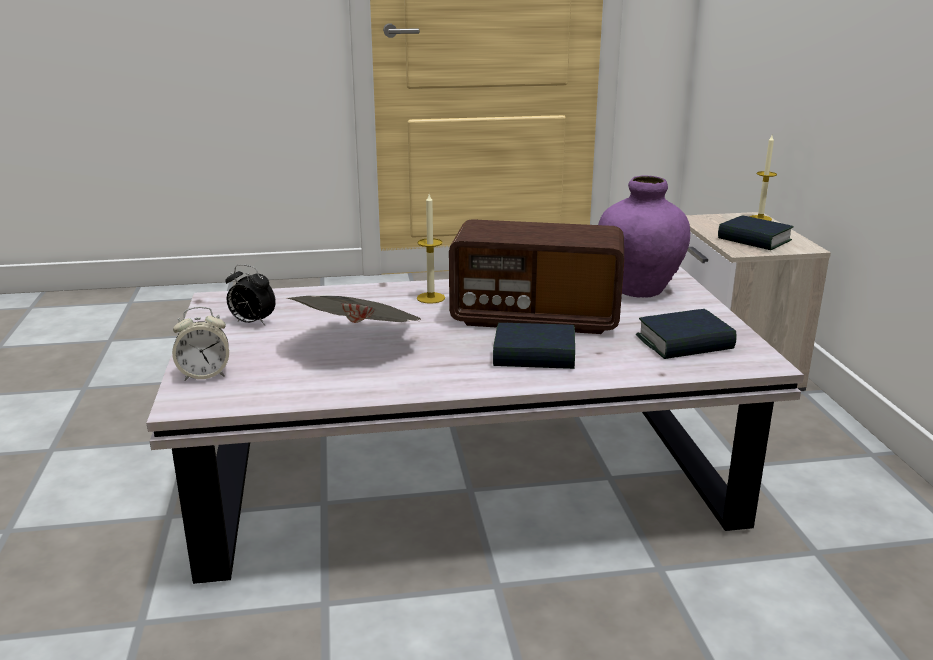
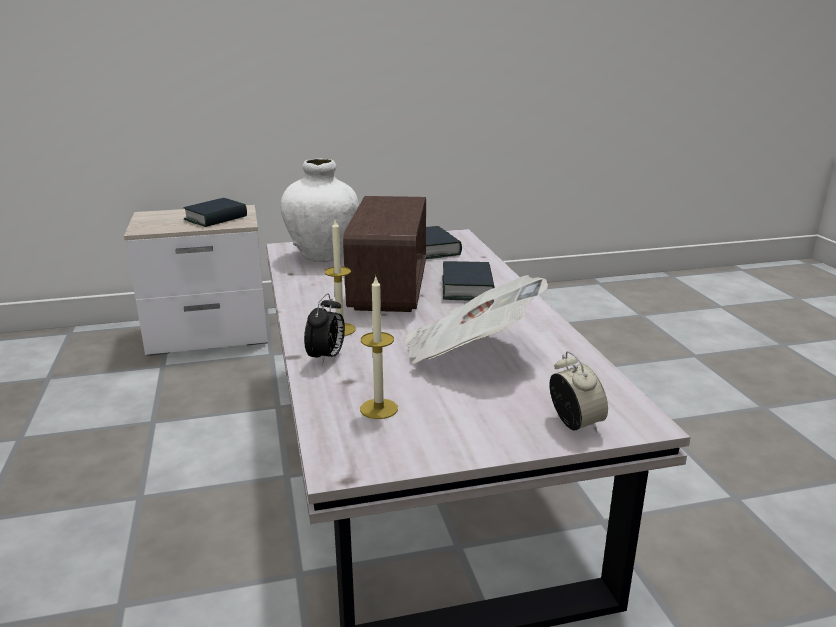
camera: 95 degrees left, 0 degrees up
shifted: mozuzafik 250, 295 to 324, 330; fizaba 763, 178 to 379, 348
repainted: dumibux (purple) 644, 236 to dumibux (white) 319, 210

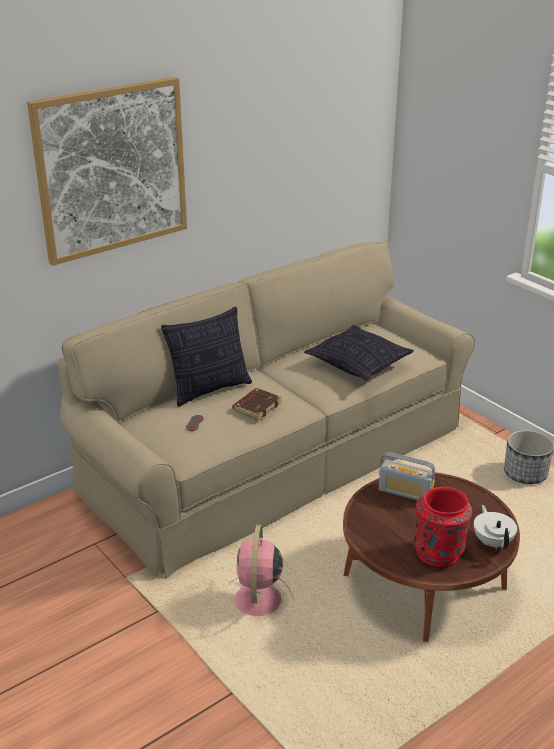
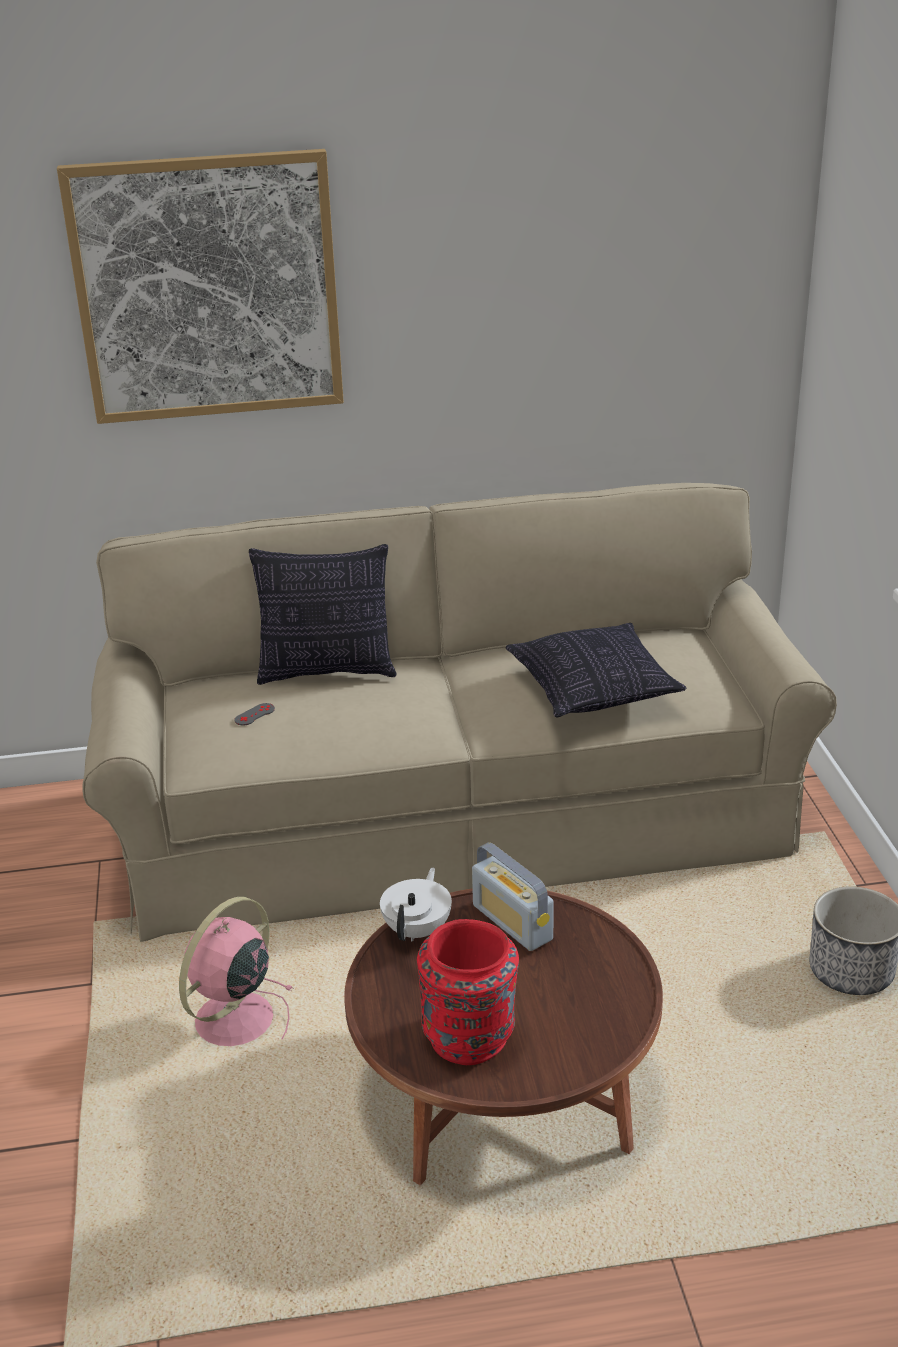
camera: 30 degrees right, 0 degrees up
gone: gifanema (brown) 257, 404
shifted: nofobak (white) 495, 527 to 416, 905

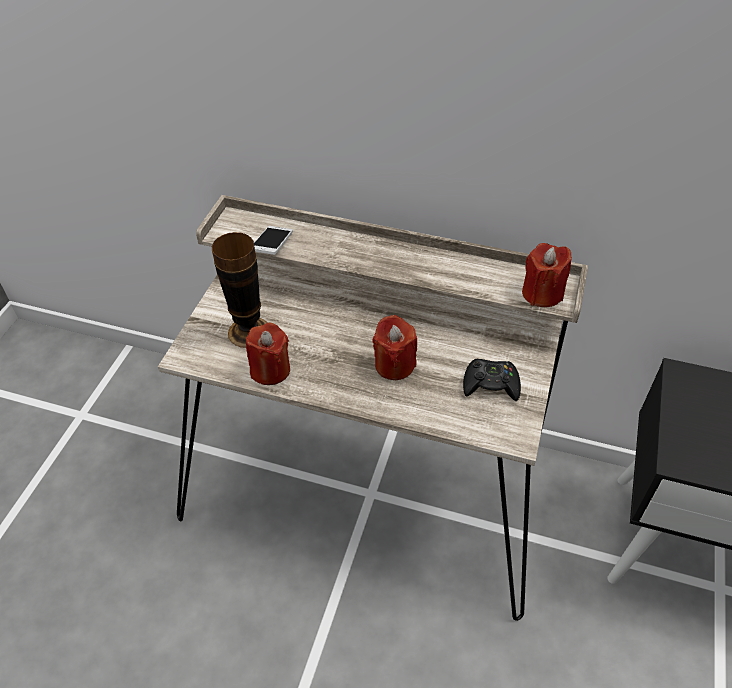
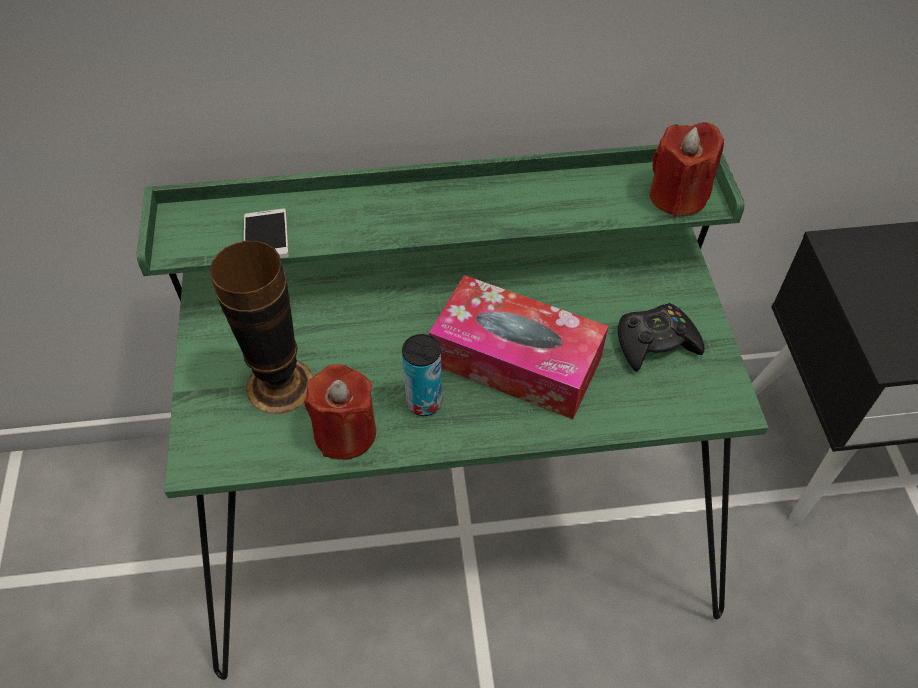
camera: 25 degrees left, 5 degrees up
new: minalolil 422, 375
swapped: fizaba (red) 394, 347 to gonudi 518, 347
repainted: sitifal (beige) 373, 408 to sitifal (green) 452, 412

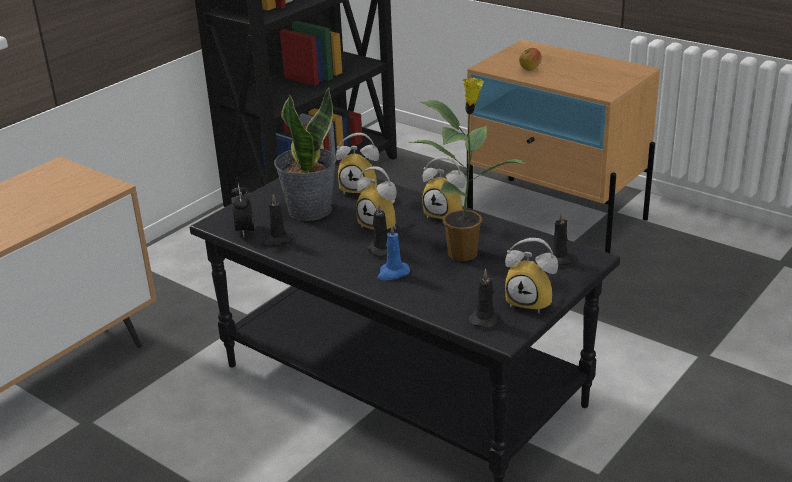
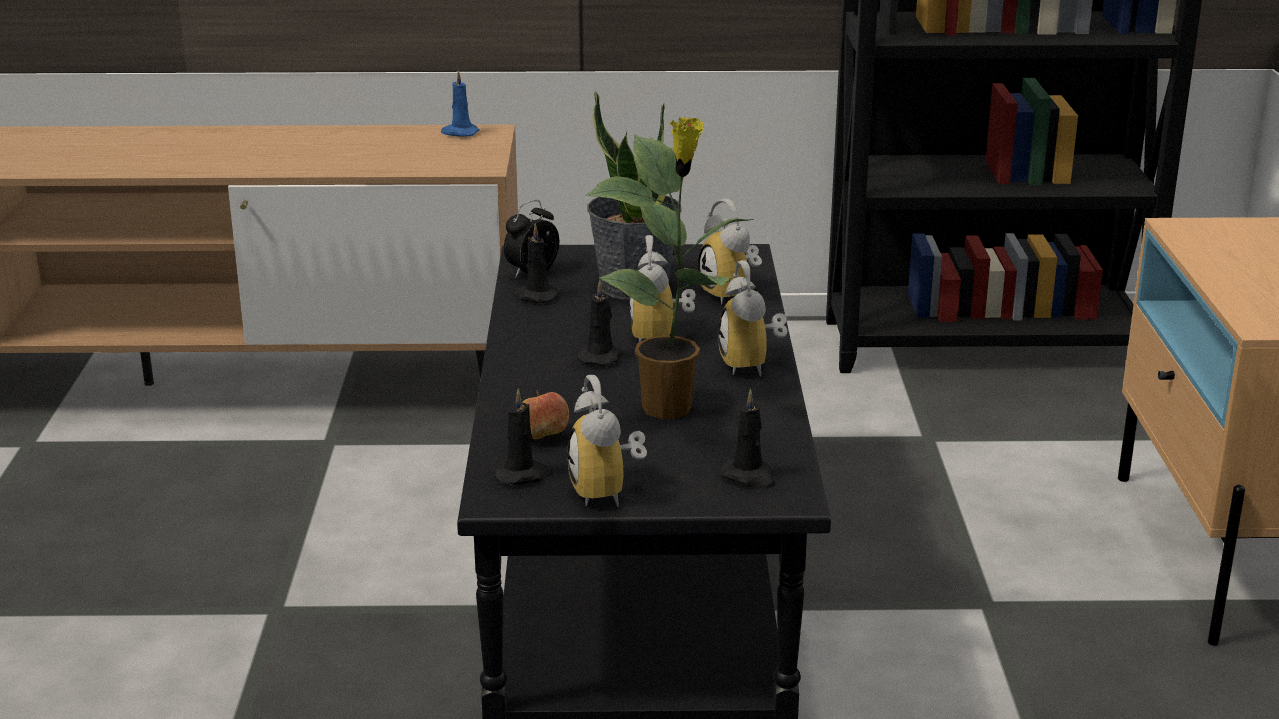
camera: 50 degrees right, 5 degrees down
shifted: fizaba (blue) 394, 252 to 460, 103; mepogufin 530, 59 to 546, 415

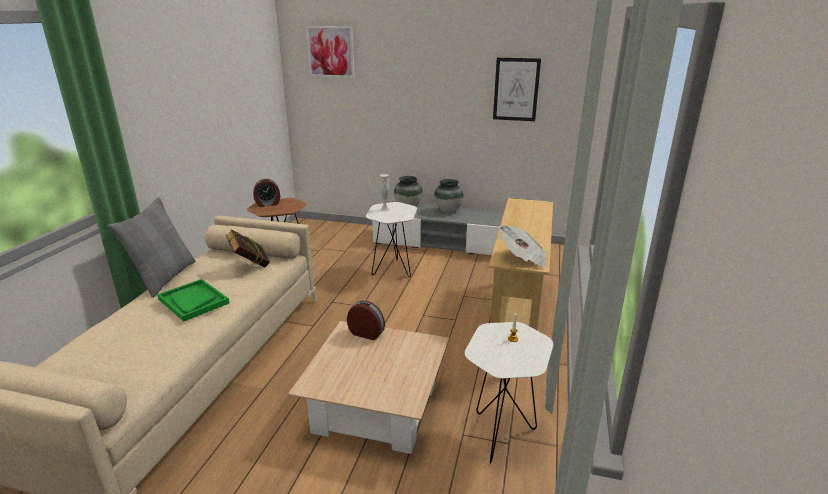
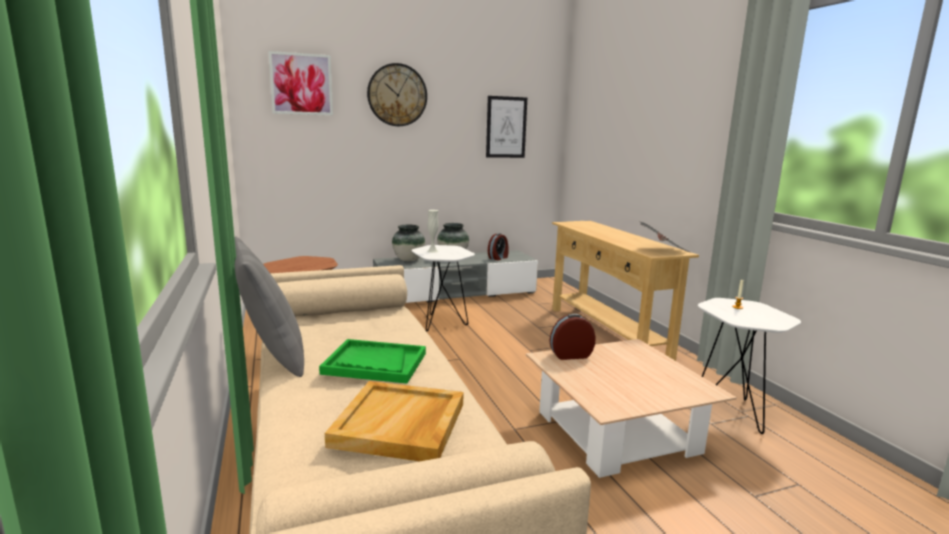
camera: 35 degrees left, 10 degrees down
gone: gifanema 248, 248
new: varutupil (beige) 394, 421; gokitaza 397, 94
shifted: mozuzafik 266, 193 to 498, 246

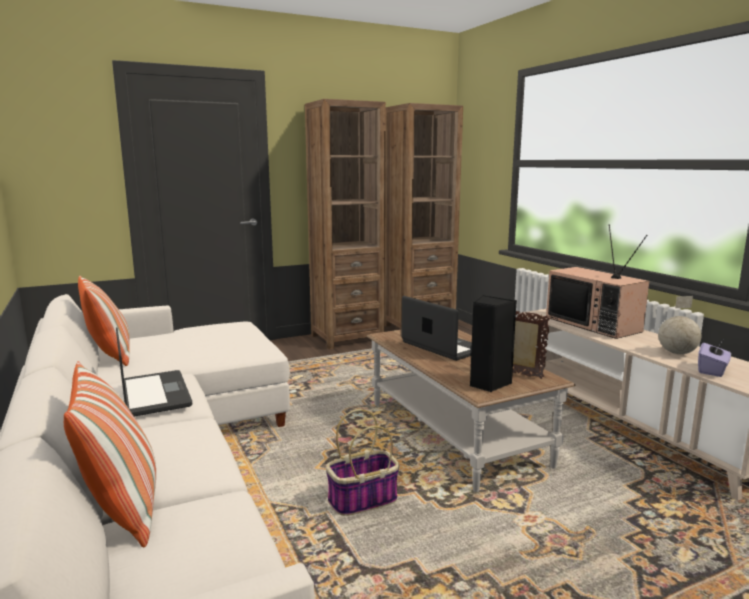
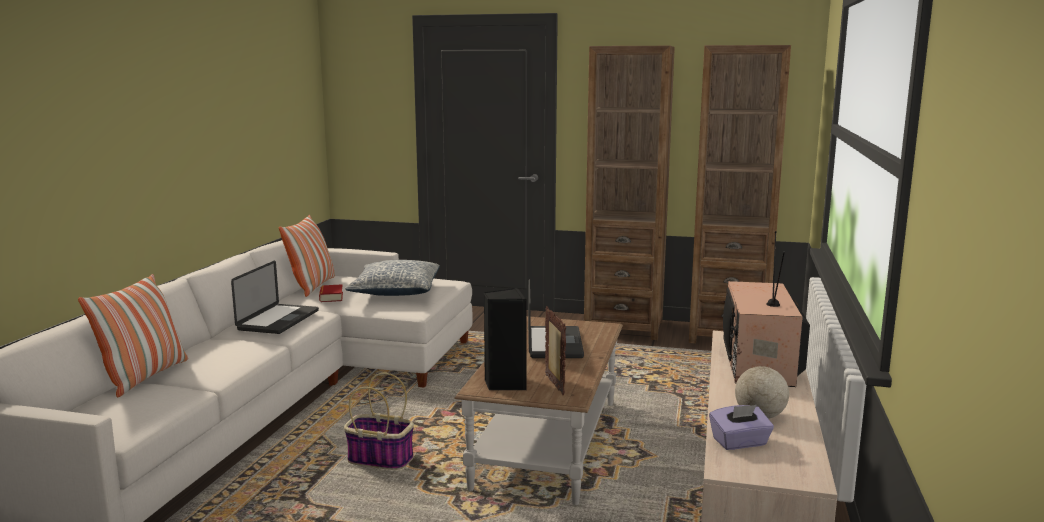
camera: 40 degrees right, 0 degrees up
new: gifanema 331, 293; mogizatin 392, 278

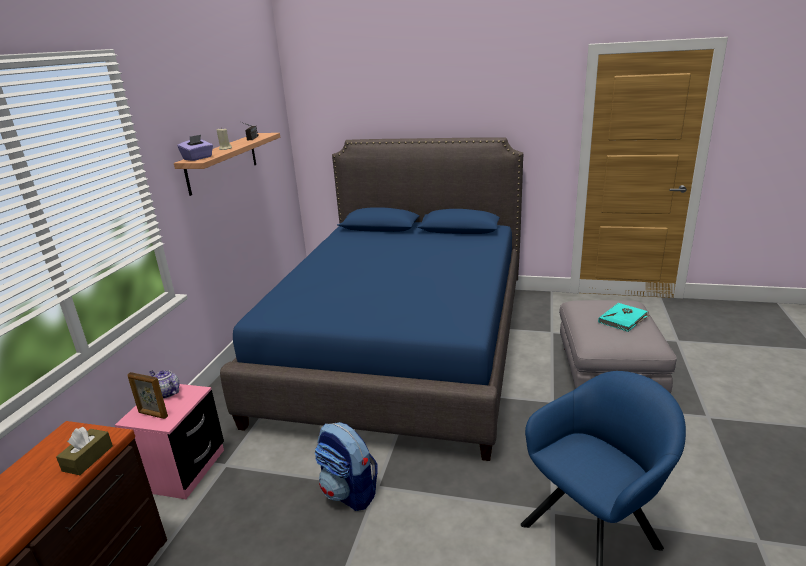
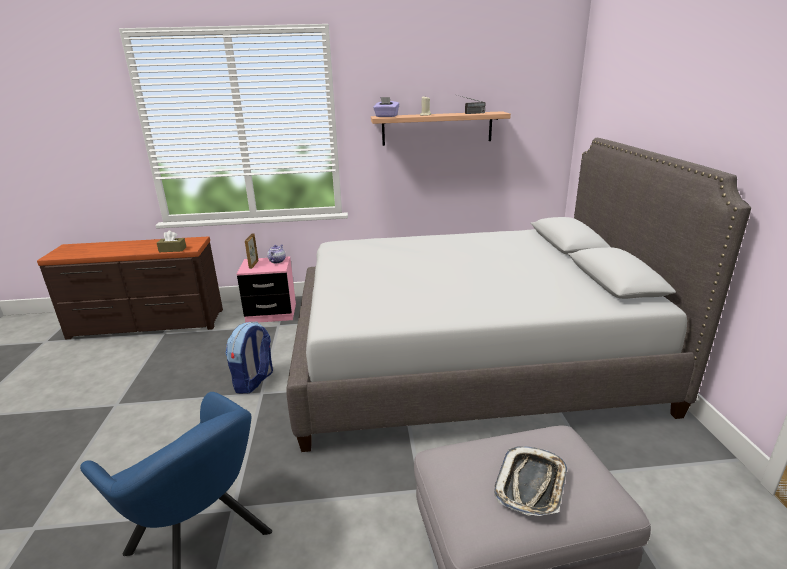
camera: 70 degrees right, 0 degrees up
swapped: gifanema (turquoise) 623, 317 to varutupil 531, 481
repainted: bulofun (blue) 371, 299 to bulofun (grey) 518, 295

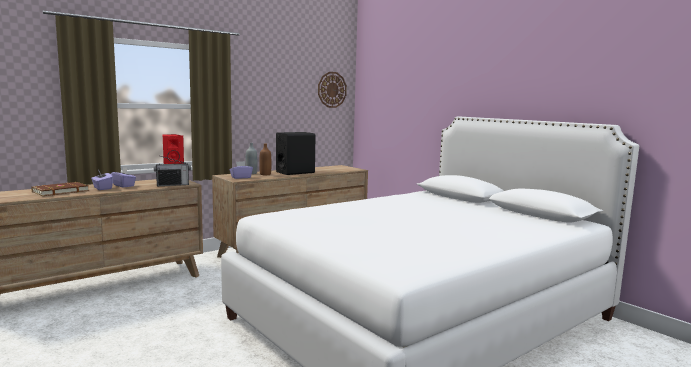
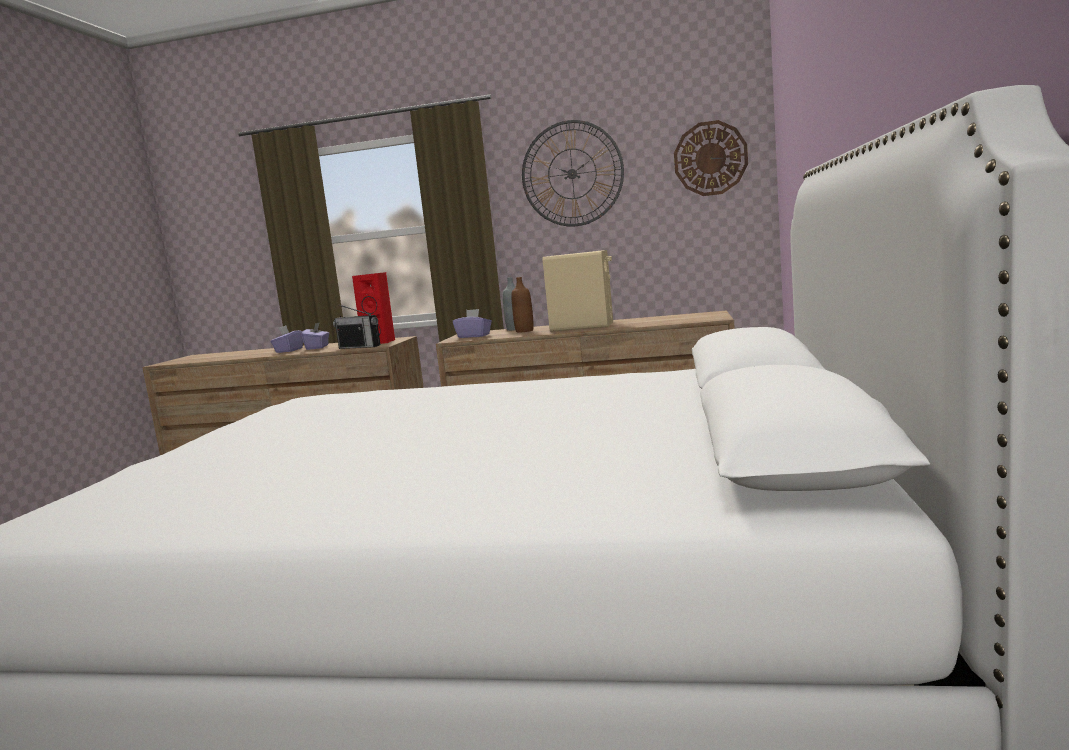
camera: 50 degrees right, 0 degrees up
gone: gifanema (brown) 60, 189
new: gokitaza 573, 173
repainted: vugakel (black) 295, 153 to vugakel (beige) 578, 291

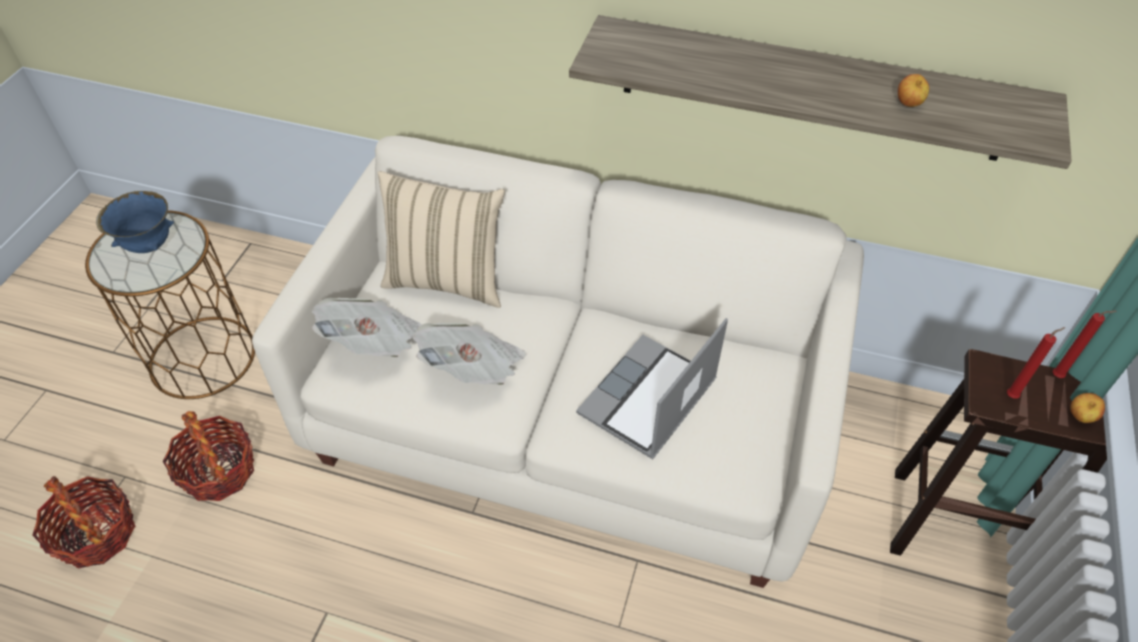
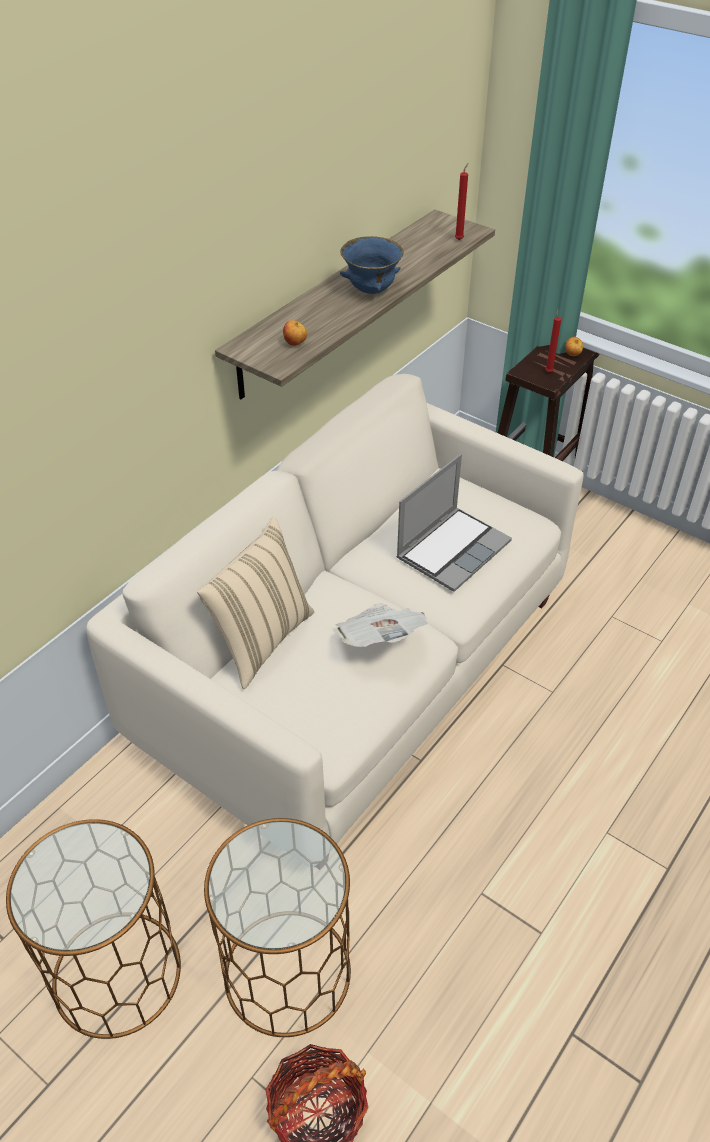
camera: 70 degrees left, 5 degrees down
gone: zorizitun 366, 328
shifted: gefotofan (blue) 135, 222 to 371, 265; mepogufin 913, 90 to 295, 333; fizaba (red) 1085, 344 to 461, 201
swapped: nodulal 208, 456 to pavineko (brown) 277, 927
rotated: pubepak 652, 388 = 454, 523 105 degrees counterclockwise

